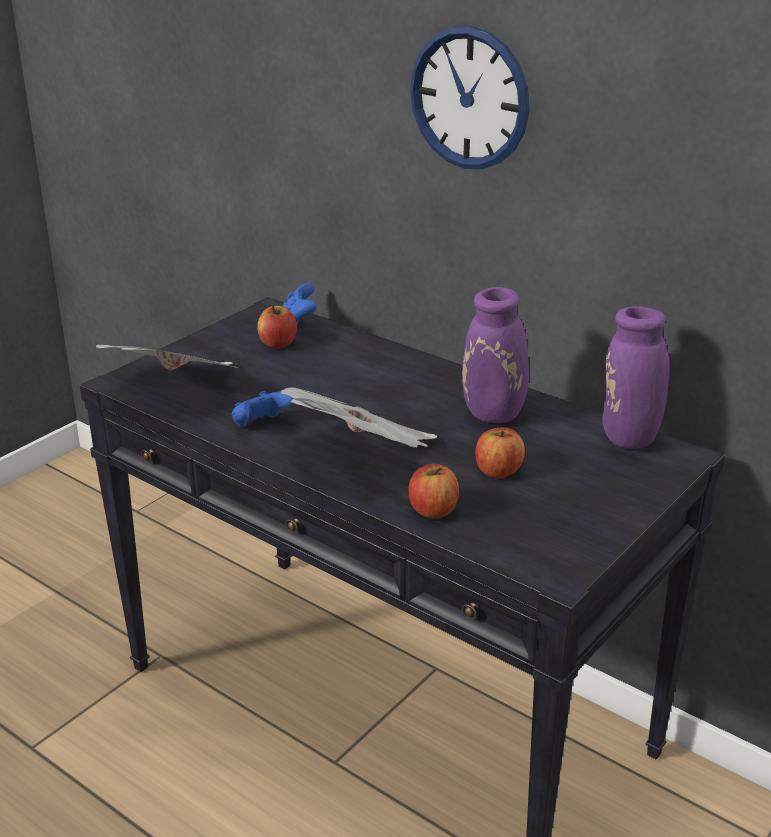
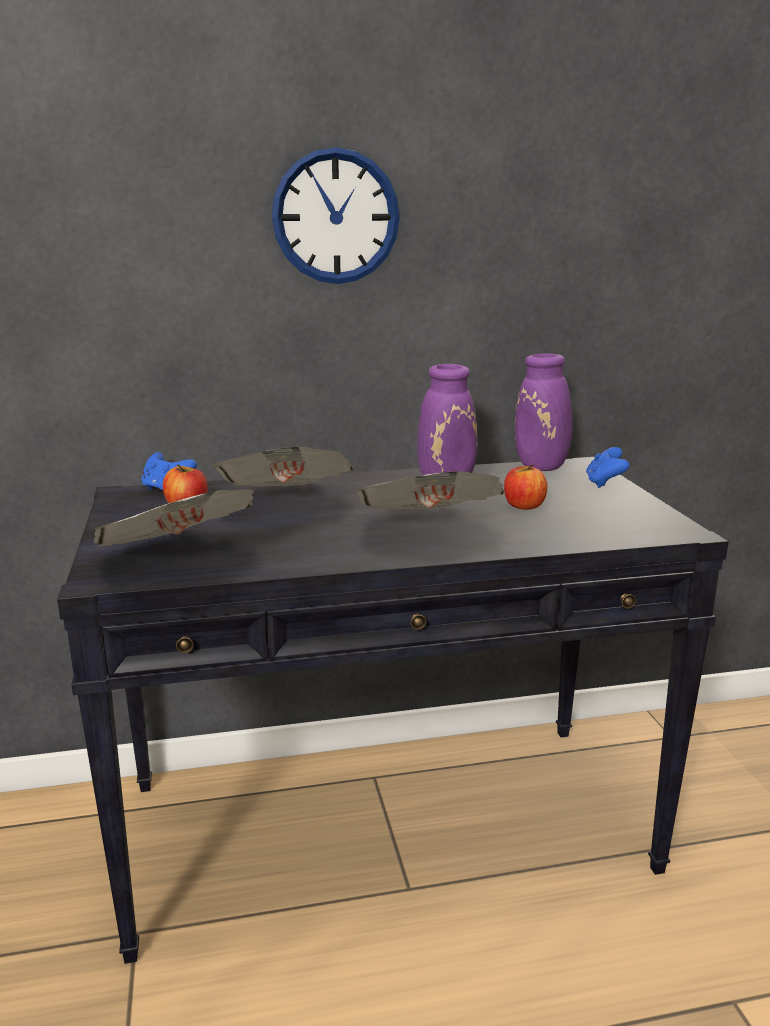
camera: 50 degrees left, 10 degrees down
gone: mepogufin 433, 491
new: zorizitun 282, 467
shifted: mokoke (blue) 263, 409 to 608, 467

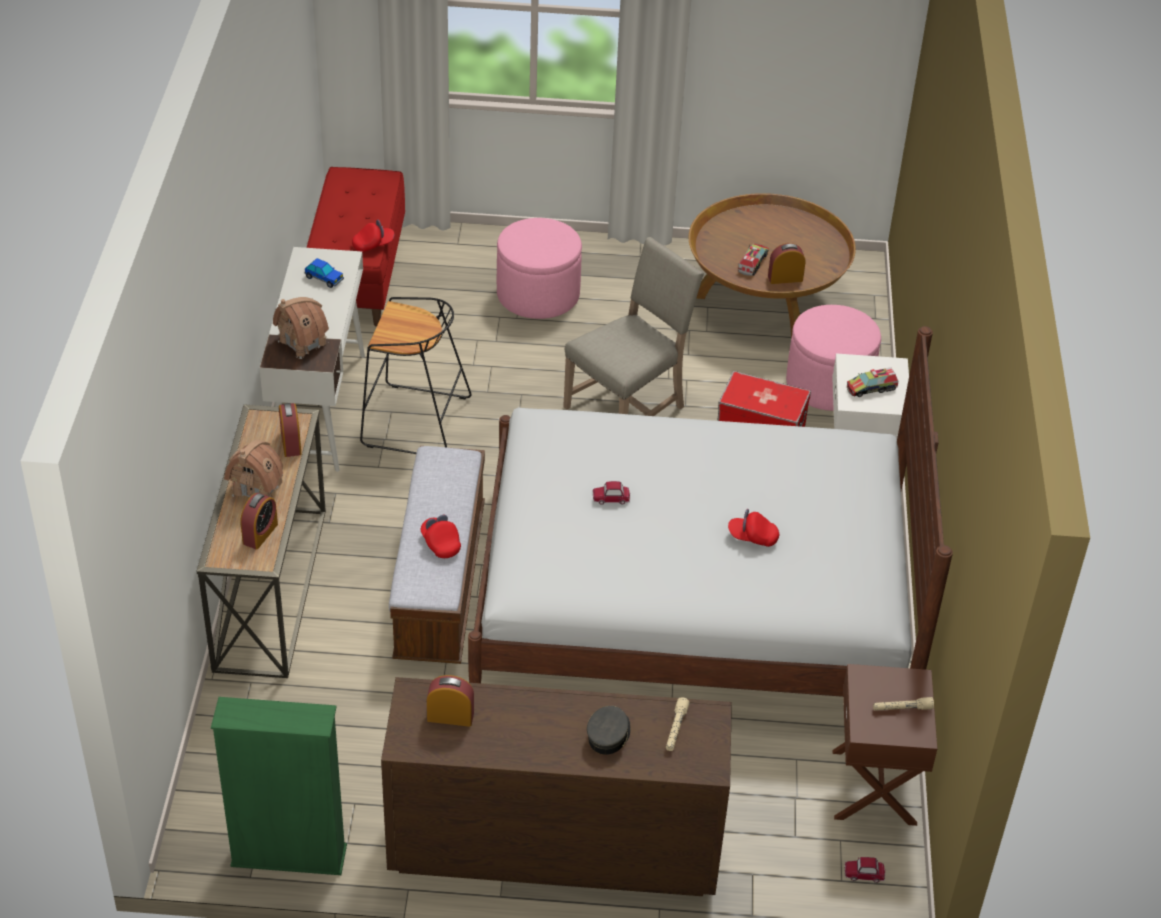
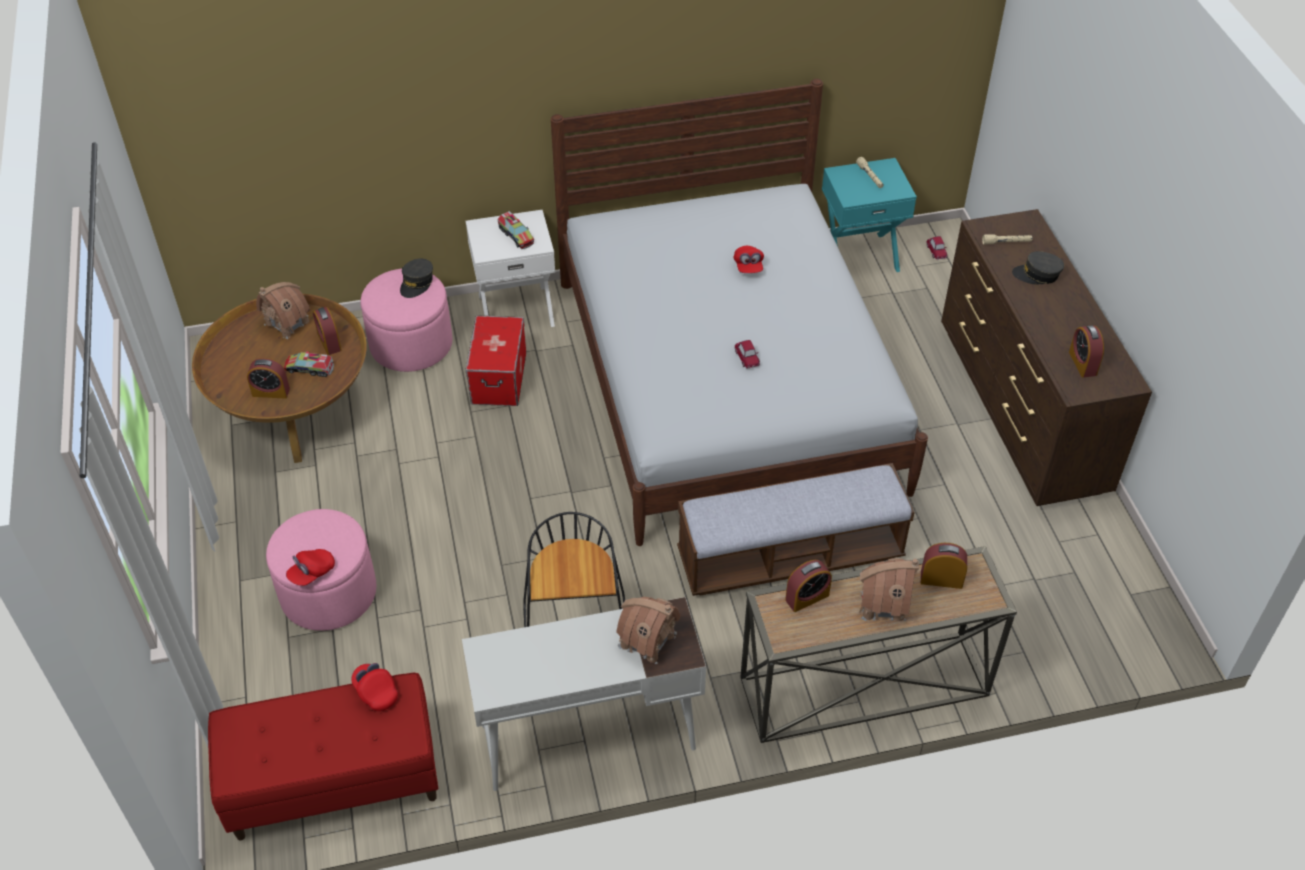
camera: 105 degrees left, 5 degrees up
gone: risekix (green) 279, 786; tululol 324, 273; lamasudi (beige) 633, 326
new: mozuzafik 268, 378; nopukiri 282, 310; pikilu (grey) 416, 278
shifted: pikilu (red) 441, 536 to 310, 567
repainted: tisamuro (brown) 884, 745 to tisamuro (turquoise) 869, 215

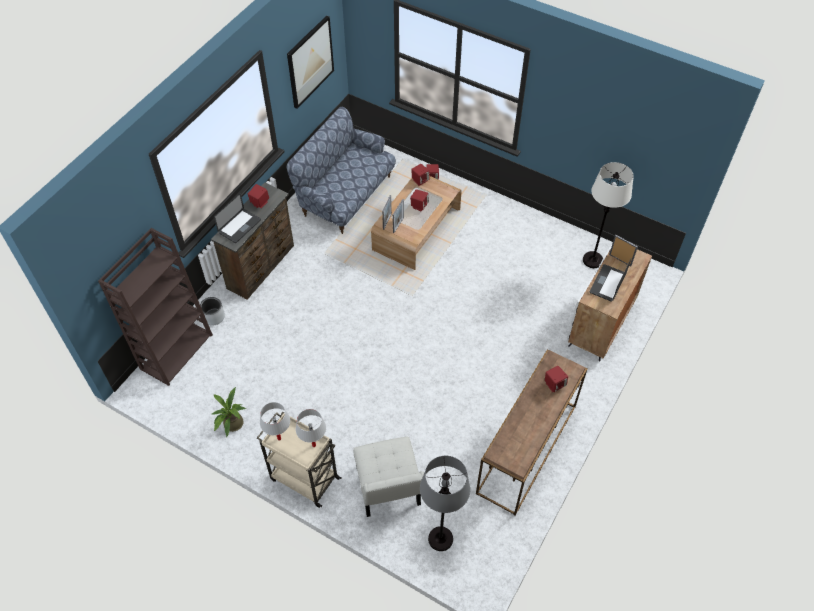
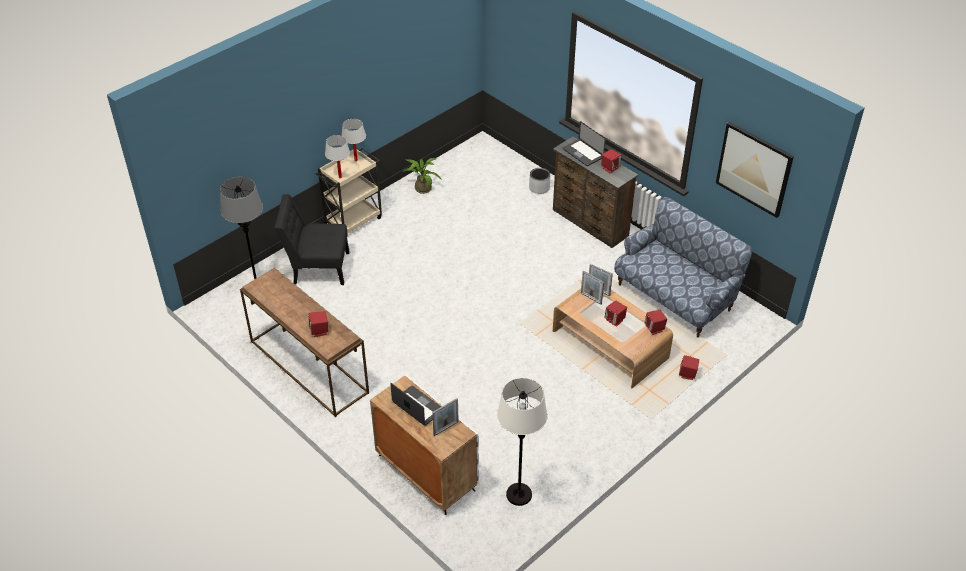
camera: 105 degrees right, 10 degrees down
gone: risekix (brown) 155, 307
repainted: lamasudi (white) 388, 477 to lamasudi (black) 312, 239

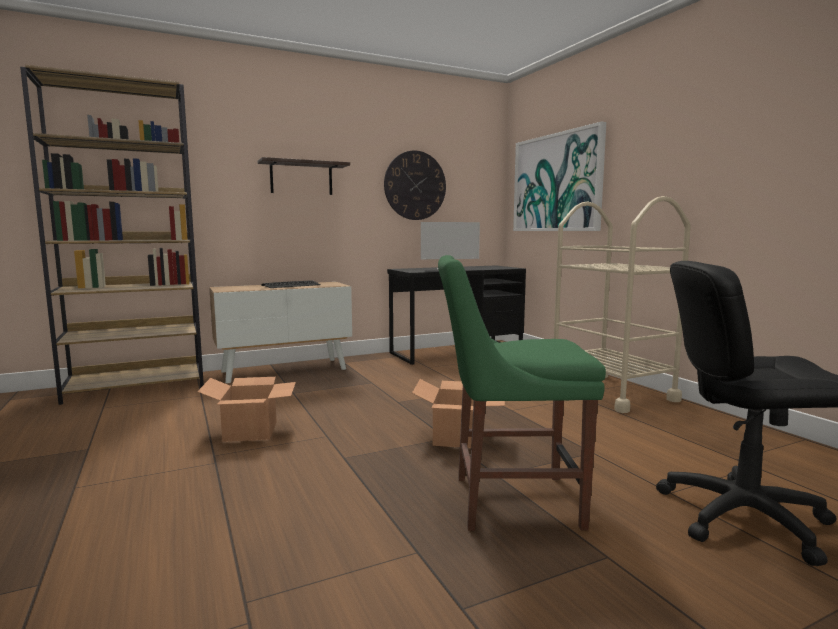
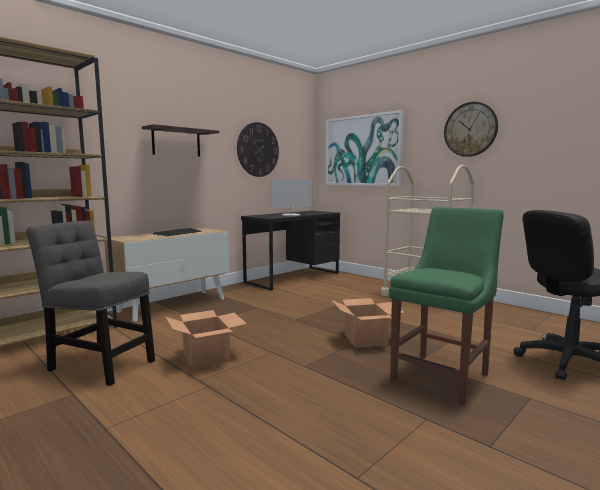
camera: 20 degrees left, 0 degrees up
new: lamasudi (grey) 90, 303; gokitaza 471, 129
rotated: lamasudi (green) 522, 393 = 446, 306 150 degrees clockwise

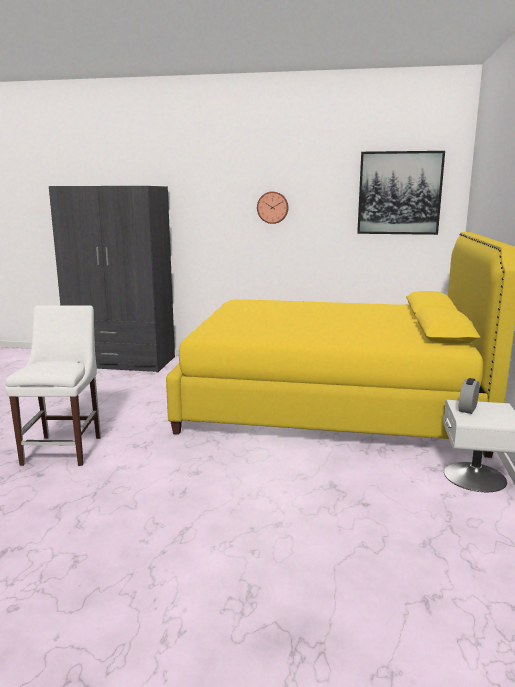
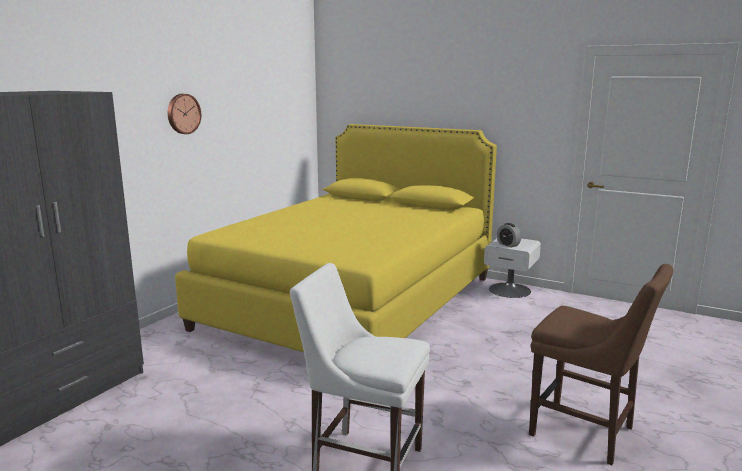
camera: 70 degrees left, 0 degrees up
gone: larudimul 401, 193
new: lamasudi (brown) 601, 364

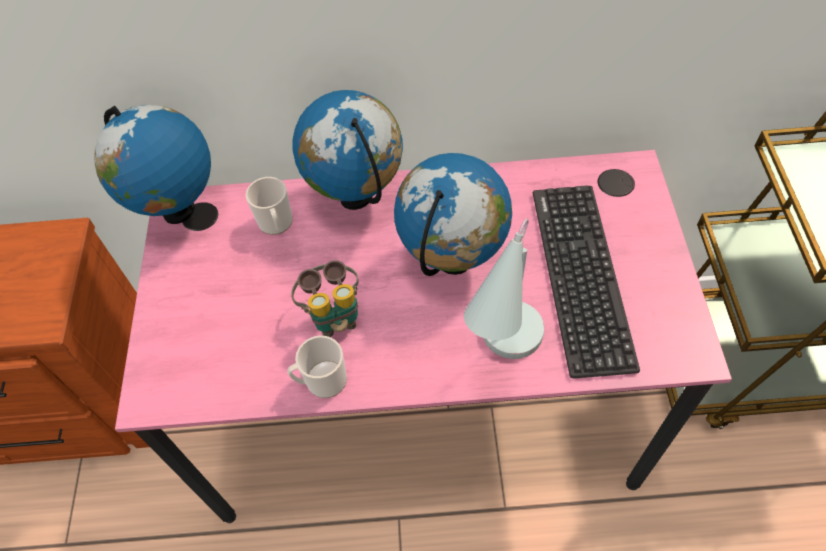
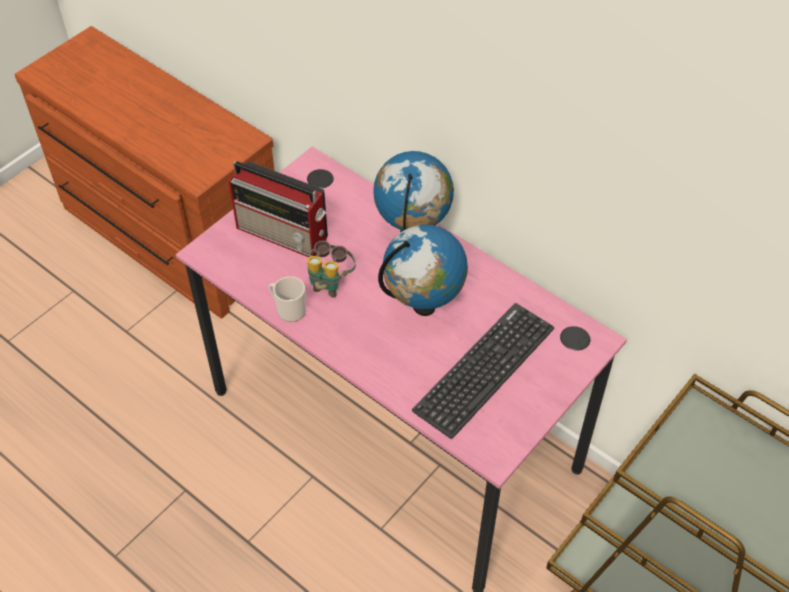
camera: 40 degrees right, 5 degrees down
gone: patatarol 152, 164; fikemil 269, 206; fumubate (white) 504, 288
new: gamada 278, 209

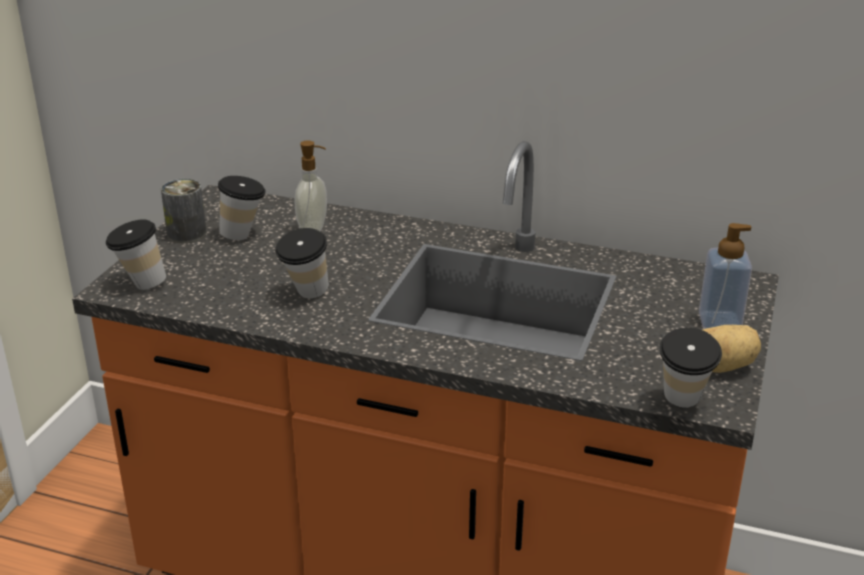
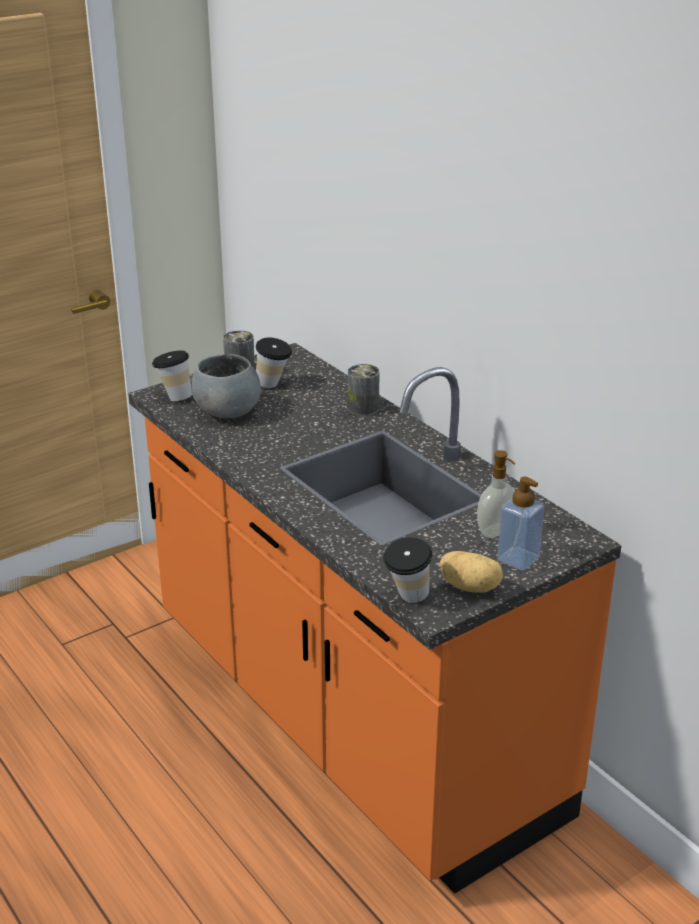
camera: 35 degrees right, 0 degrees up
gone: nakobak 302, 263
new: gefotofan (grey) 226, 386; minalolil 363, 390
shifted: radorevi 310, 186 to 496, 494

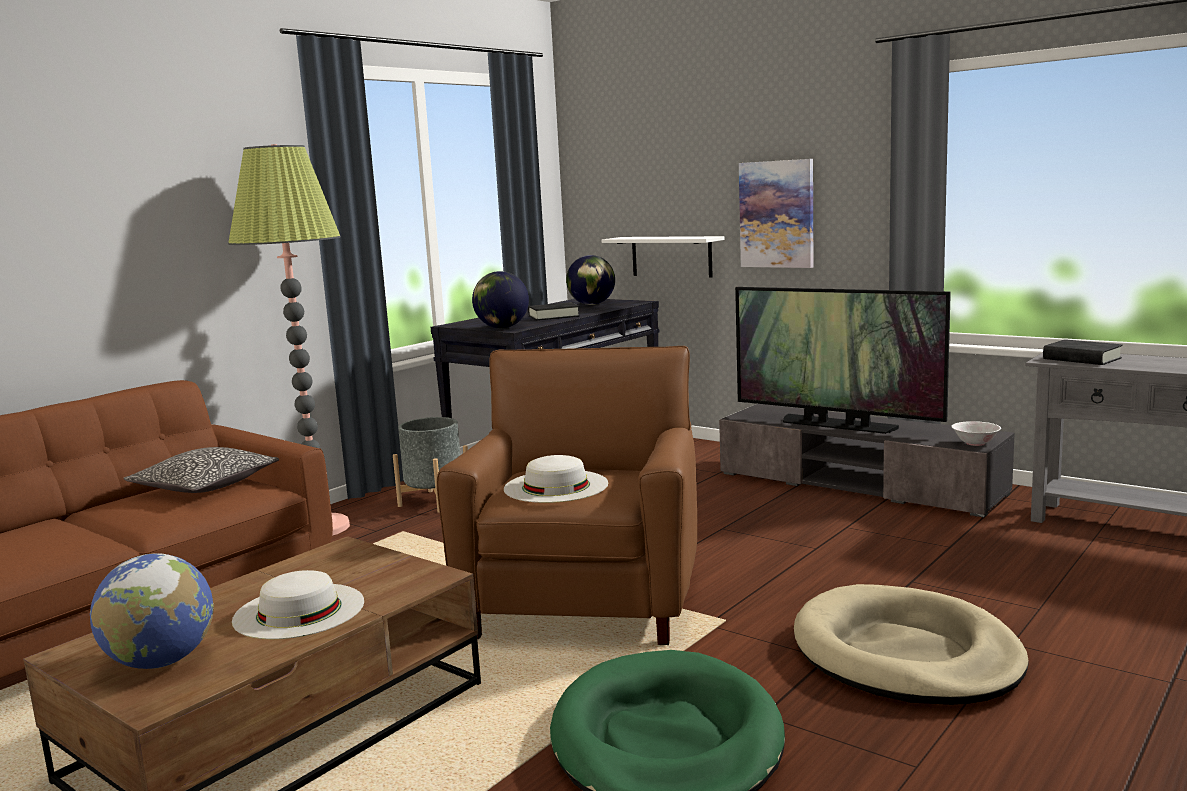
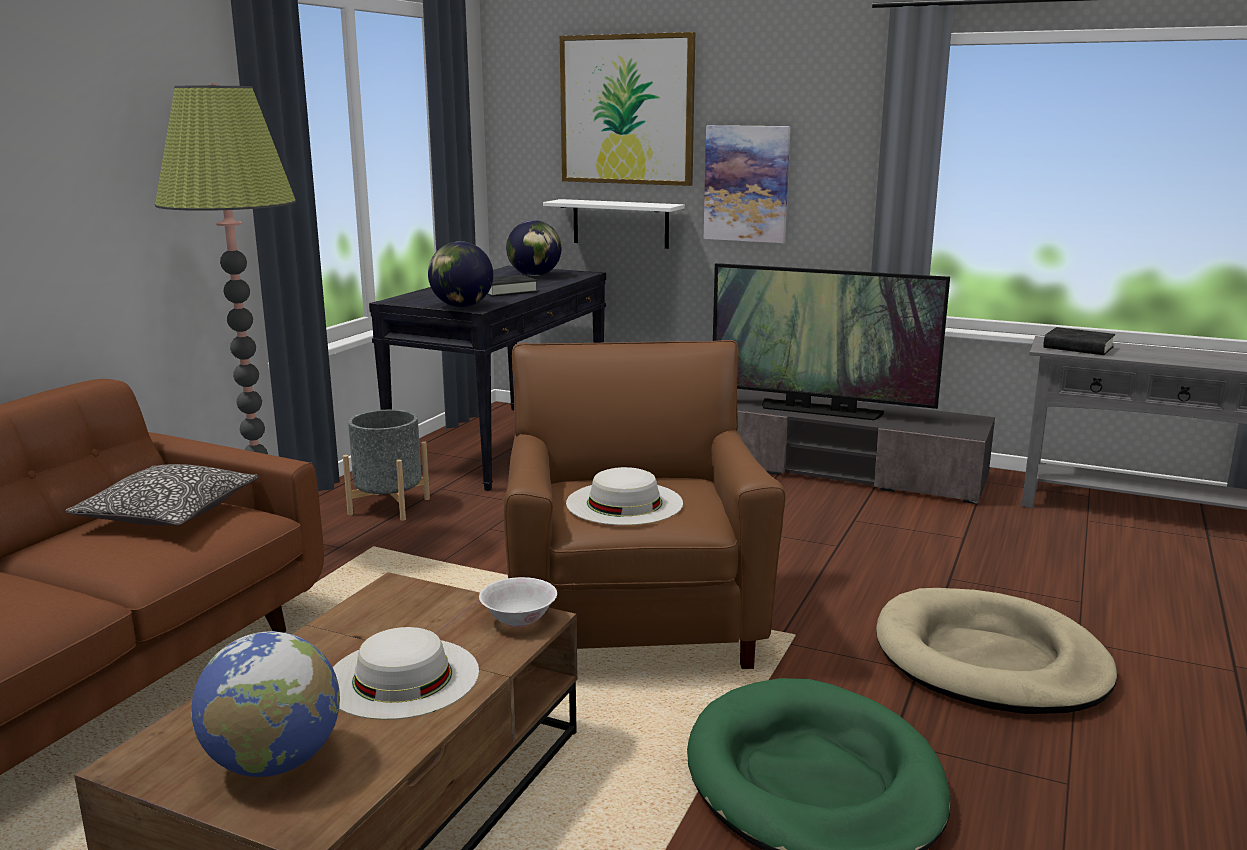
camera: 15 degrees left, 5 degrees up
new: larudimul 627, 109
shifted: gefotofan (white) 976, 433 to 518, 602

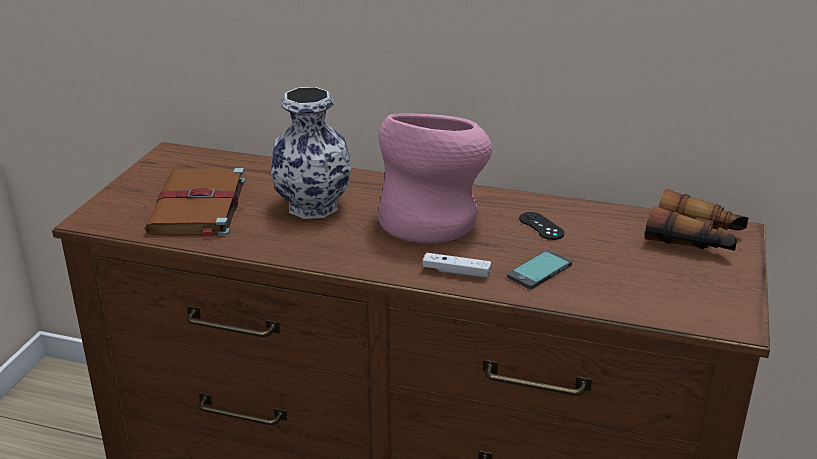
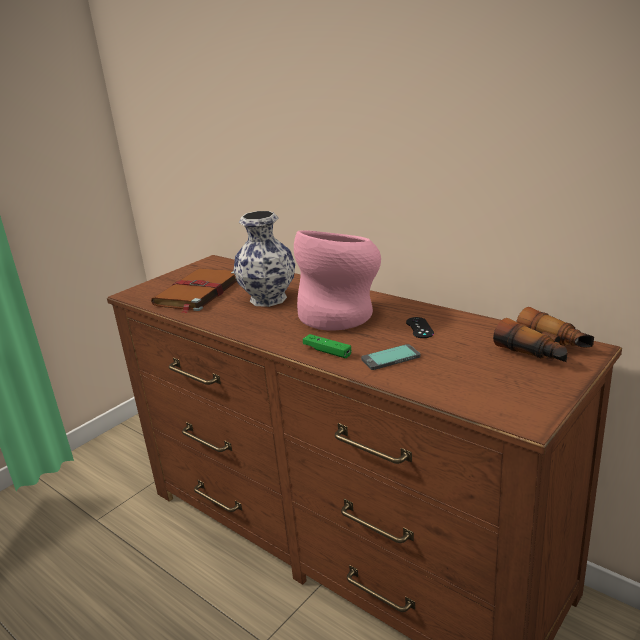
camera: 25 degrees right, 5 degrees down
repainted: mokoke (white) 457, 266 to mokoke (green) 327, 346

